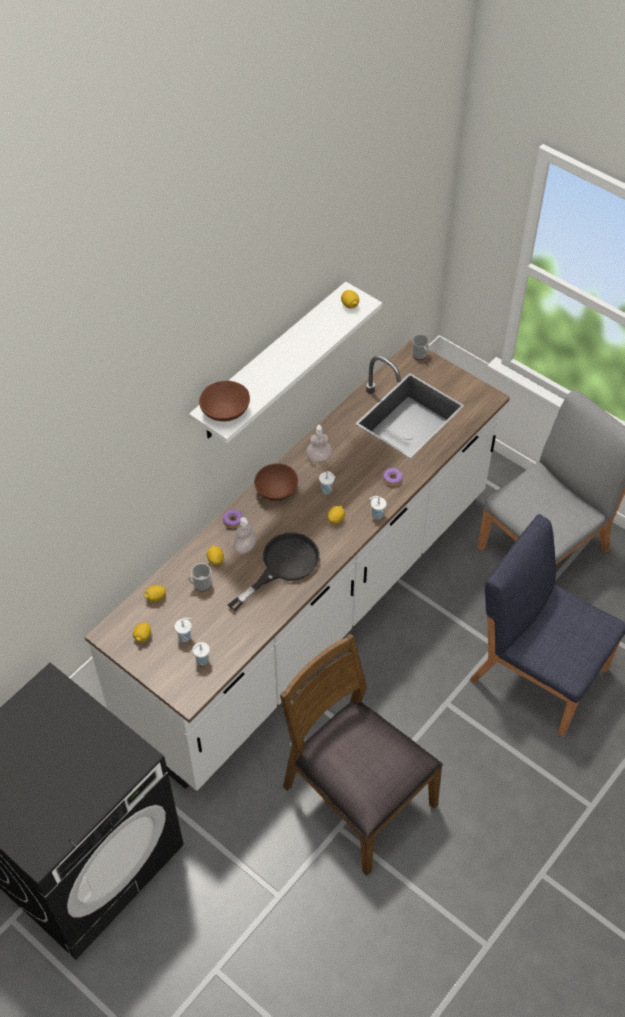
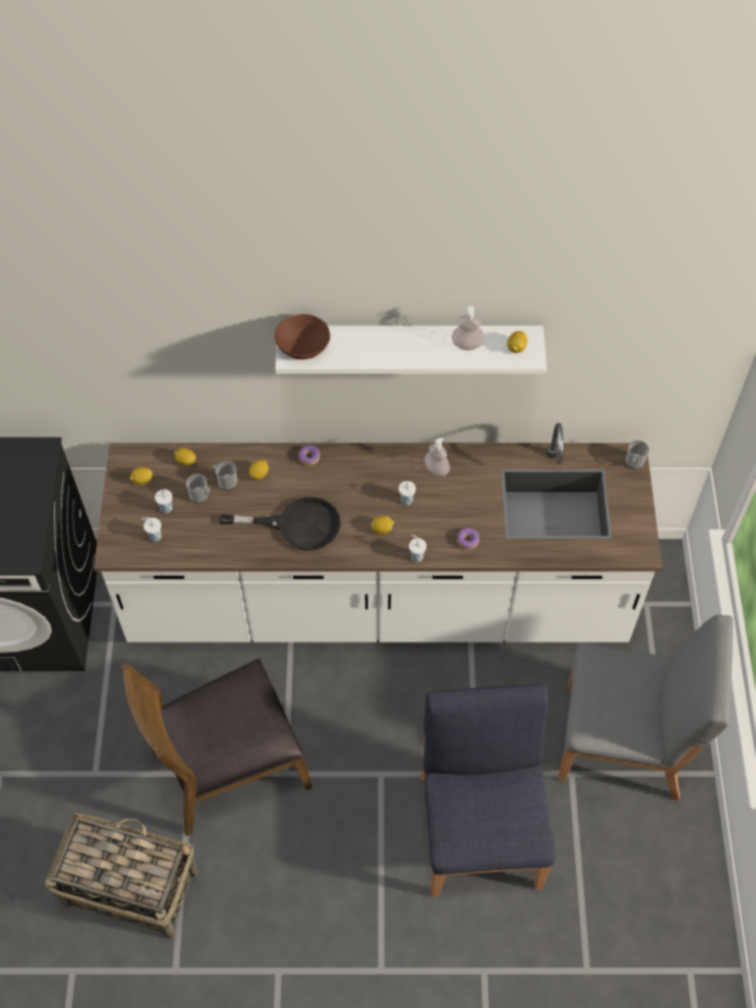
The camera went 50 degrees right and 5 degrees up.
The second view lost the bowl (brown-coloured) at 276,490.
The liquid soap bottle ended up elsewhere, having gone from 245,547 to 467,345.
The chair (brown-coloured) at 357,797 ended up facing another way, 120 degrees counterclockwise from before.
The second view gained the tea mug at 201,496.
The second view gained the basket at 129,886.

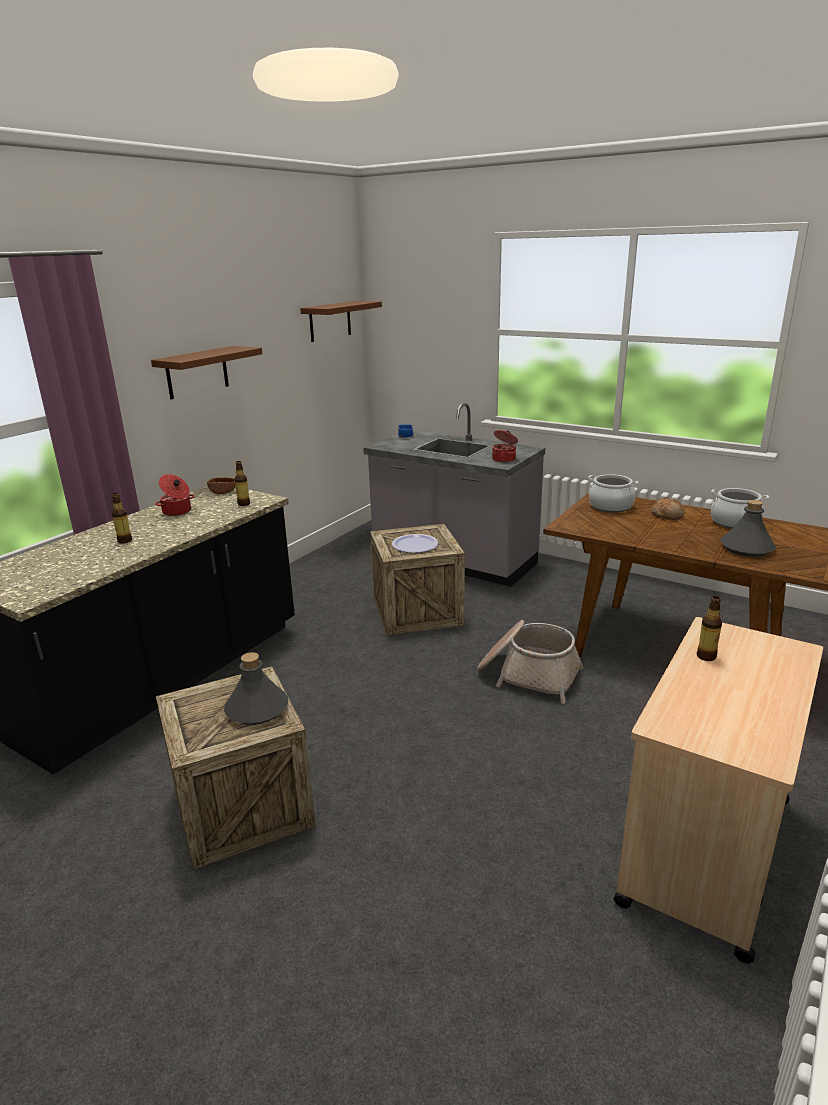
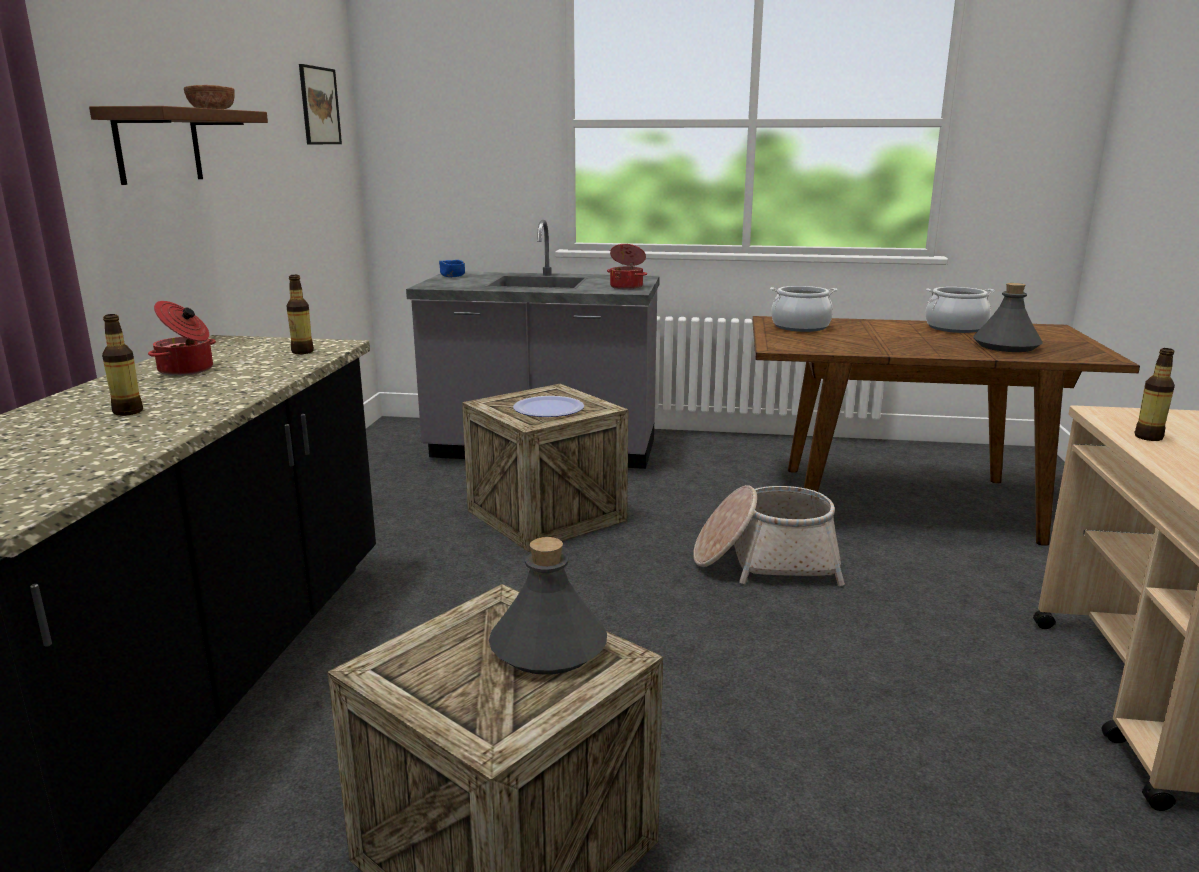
The camera went 25 degrees left and 5 degrees down.
Where the shelf (brown-coloured) hung at 330,321, the wall art came to hang at 319,106.
The bowl (brown-coloured) ended up elsewhere, having gone from 222,492 to 211,109.
The second view lost the baked bread at 667,515.

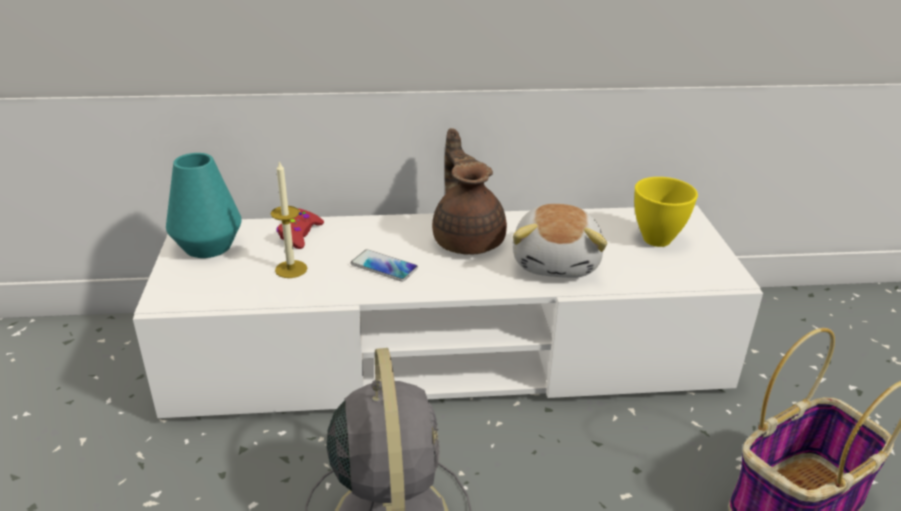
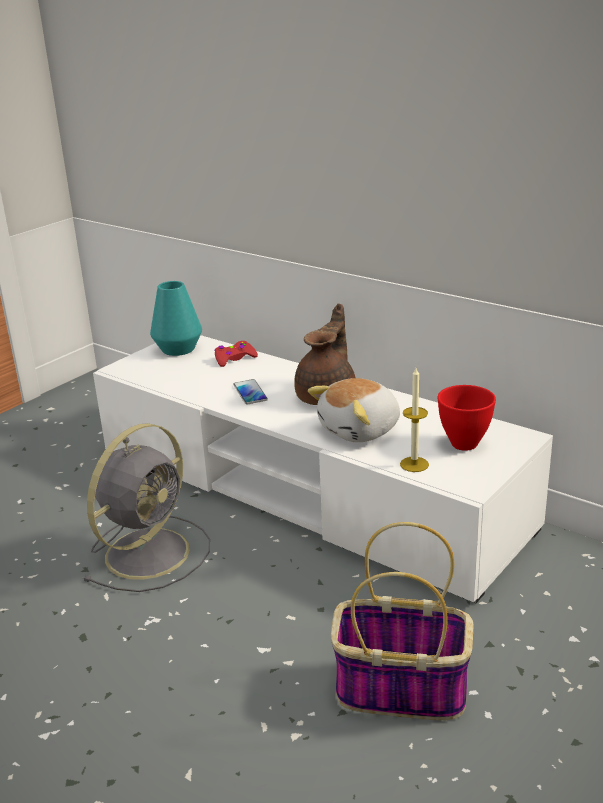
The camera went 45 degrees right and 5 degrees down.
The wax light ended up elsewhere, having gone from 291,269 to 414,464.
What was the bowl (yellowish) at 655,239 turned into the bowl (reddish) at 464,443.

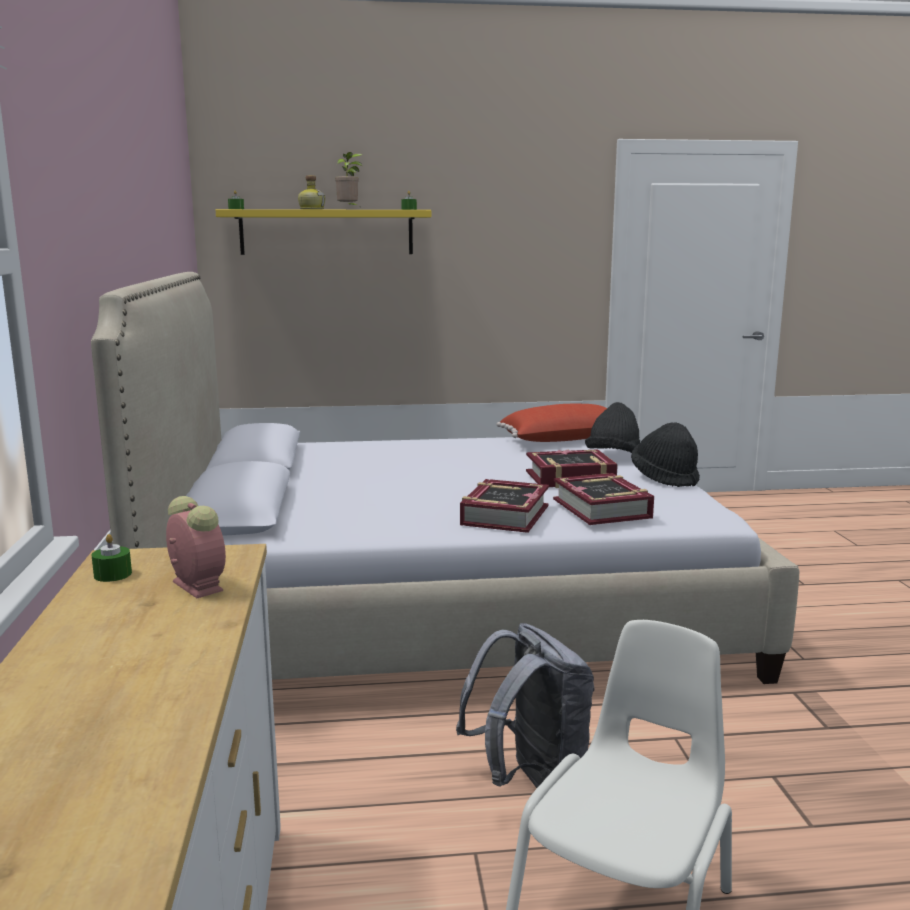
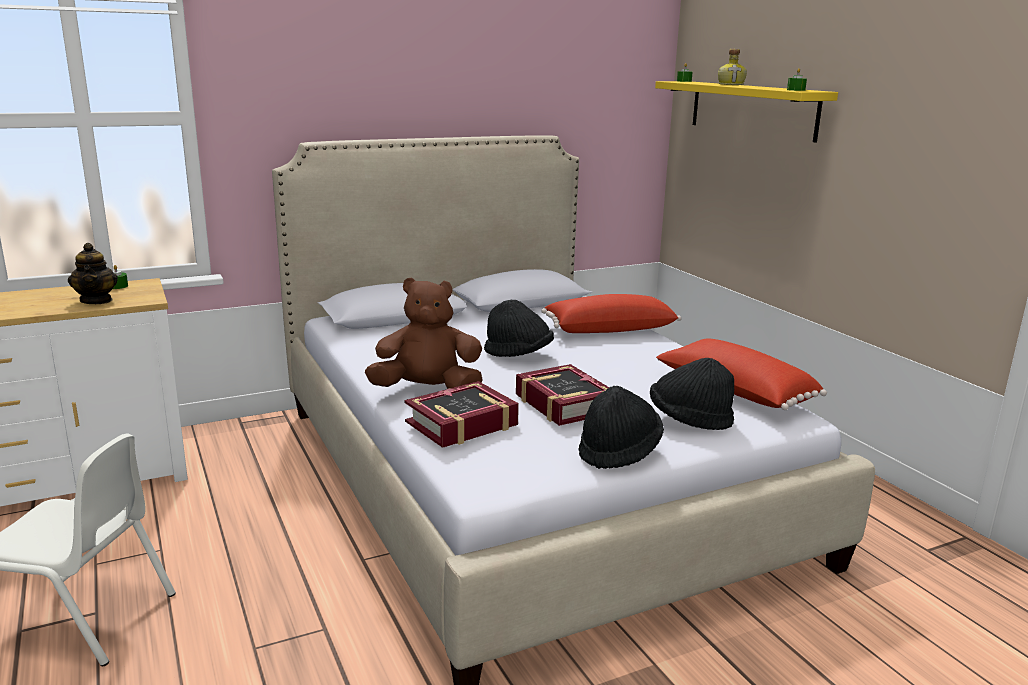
The camera went 70 degrees right and 5 degrees up.
The second view lost the potted plant at 349,209.
Where the volume stood at 504,515, the soft toy (brown-coloured) came to stand at 427,390.
Where the alarm clock stood at 195,585, the teapot came to stand at 96,300.
The second view lost the rucksack (greyish) at 530,782.
The second view gained the throw pillow (reddish) at 609,329.
The second view gained the wearable hat (blackish) at 518,355.

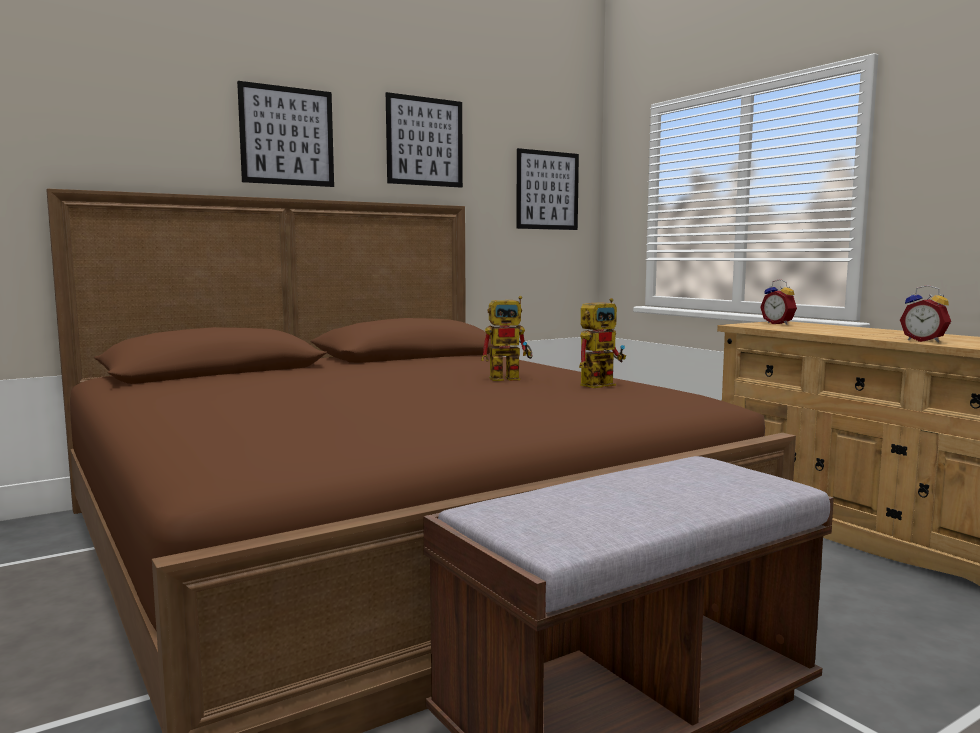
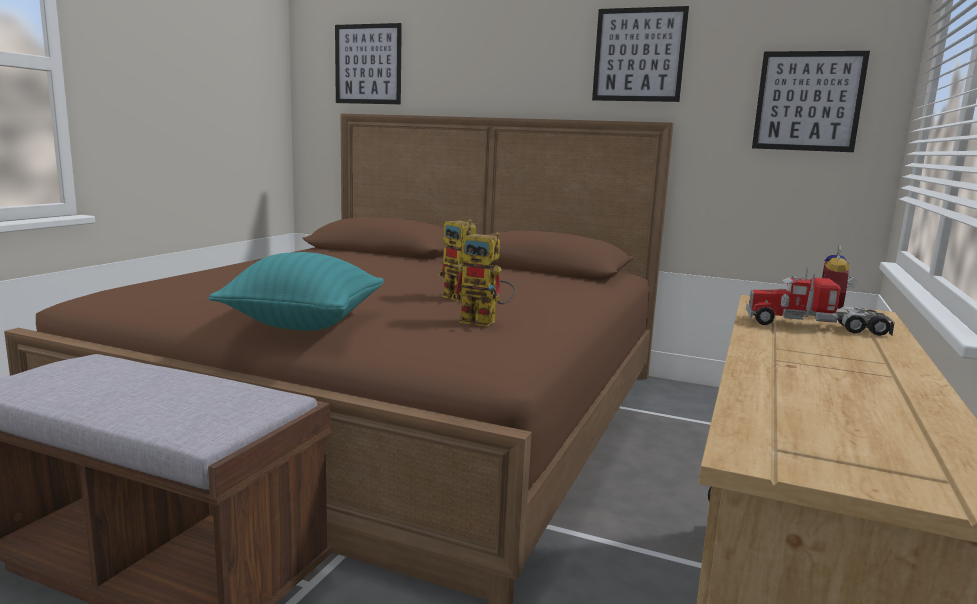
The camera went 55 degrees right and 5 degrees up.
The wall art ended up elsewhere, having gone from 287,136 to 368,64.
The second view lost the alarm clock at 924,341.
The second view gained the throw pillow (turquoise-coloured) at 304,324.
The second view gained the model truck at 816,326.

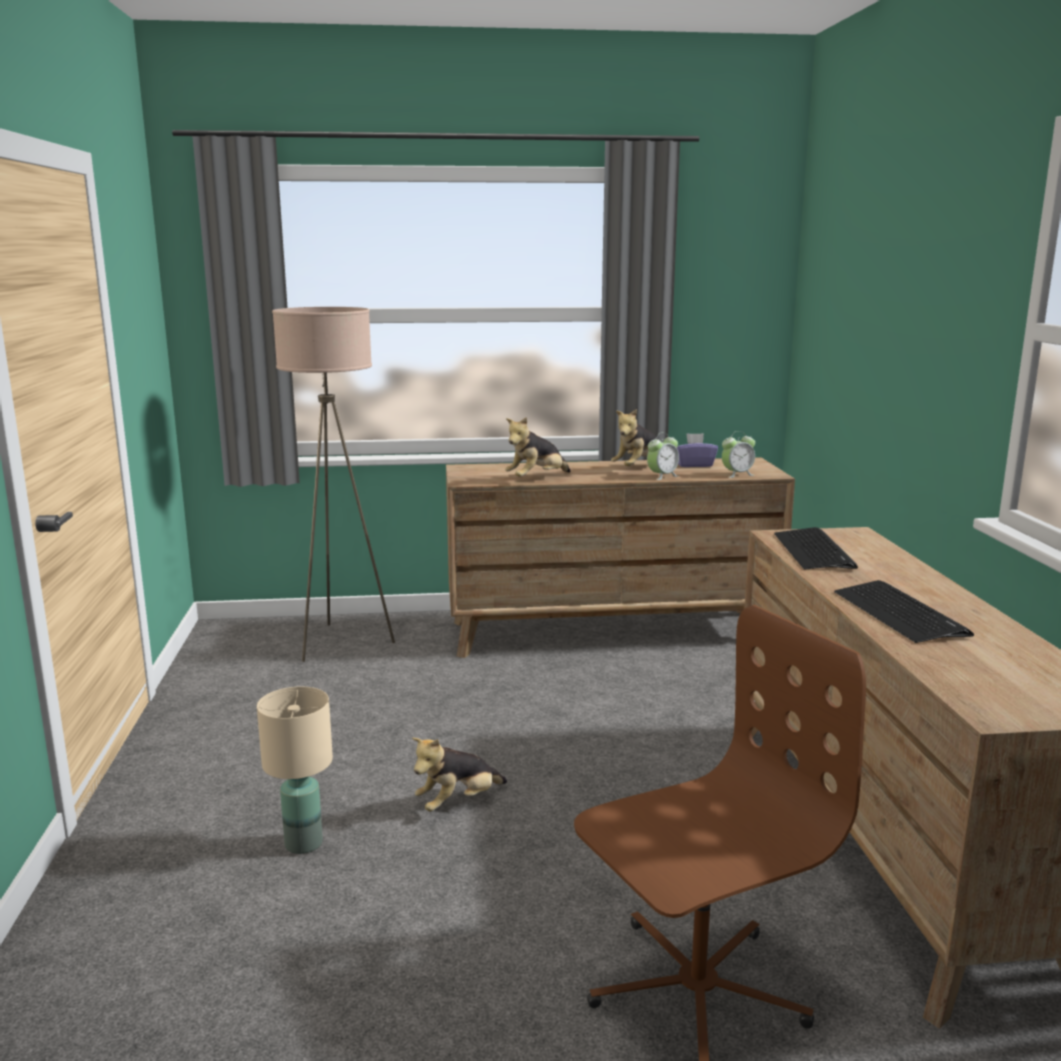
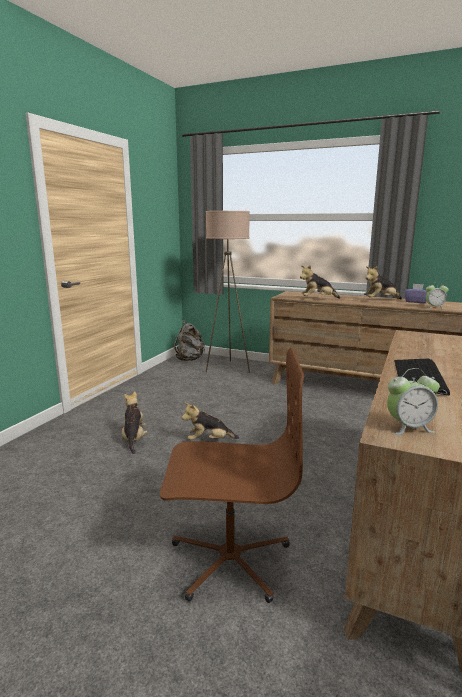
The camera went 30 degrees right and 0 degrees up.
The alarm clock ended up elsewhere, having gone from 662,476 to 408,428.
The second view lost the computer keyboard at 814,551.
Where the table lamp (beige-coloured) stood at 304,844, the soft toy came to stand at 134,438.
The second view gained the rucksack (greyish) at 189,359.

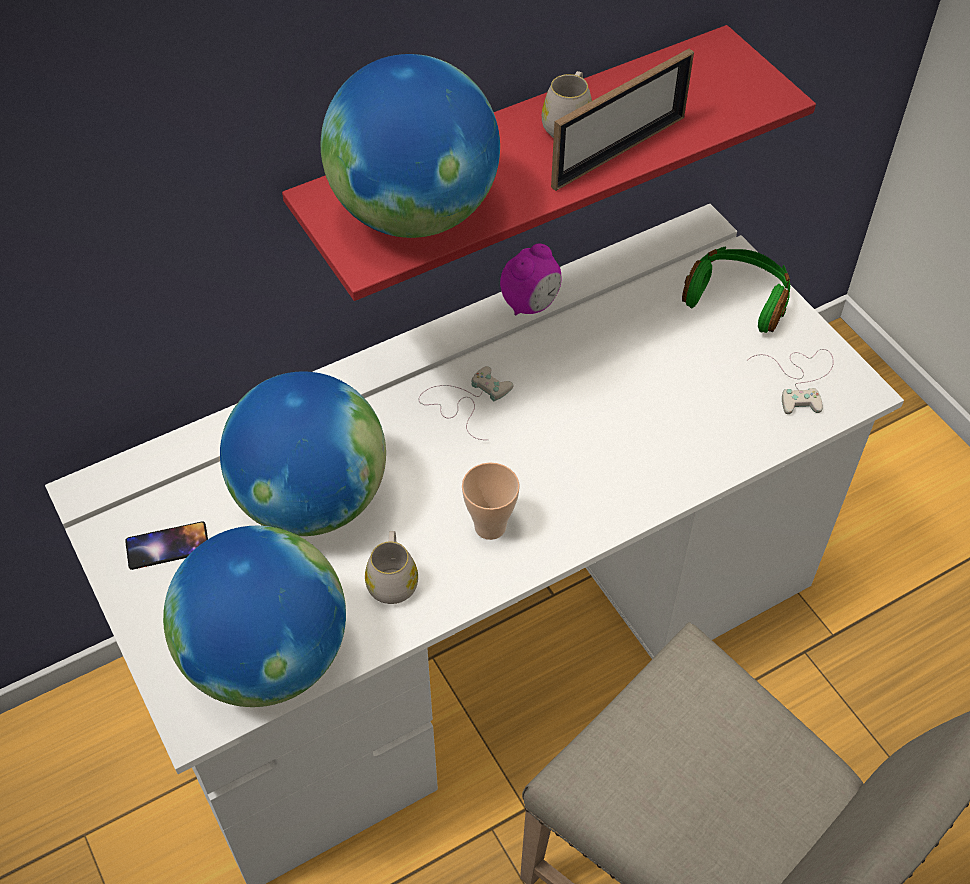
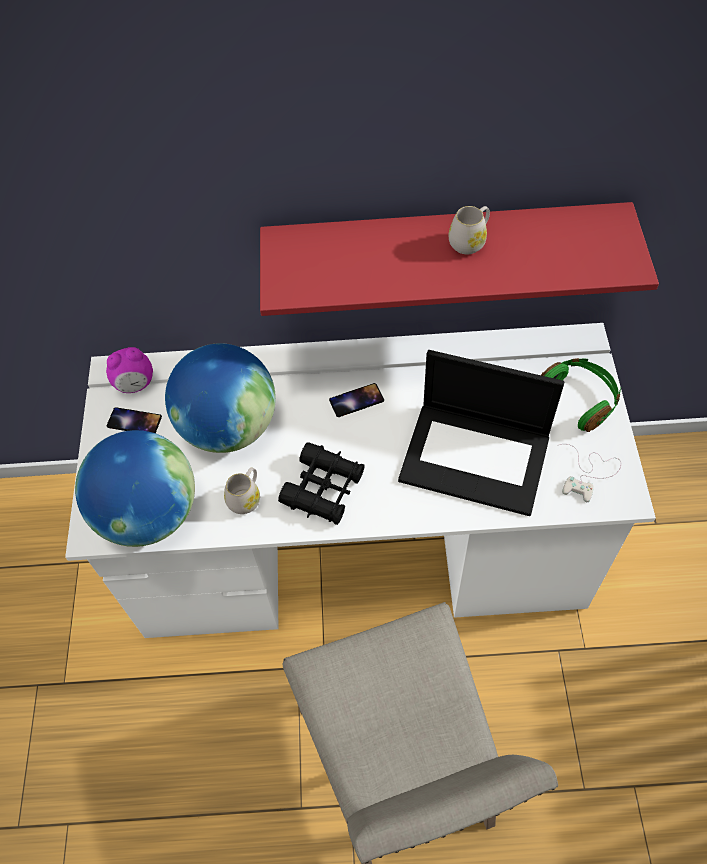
The camera went 30 degrees right and 5 degrees up.
The second view lost the picture frame at 619,151.
The second view lost the world globe at 413,213.
The alarm clock ended up elsewhere, having gone from 531,304 to 135,384.
Where the game controller (white) stood at 465,401, the phone came to stand at 356,400.
Where the cup stood at 490,526, the pair of binoculars (blackish) came to stand at 323,488.
The second view gained the notebook computer at 476,457.

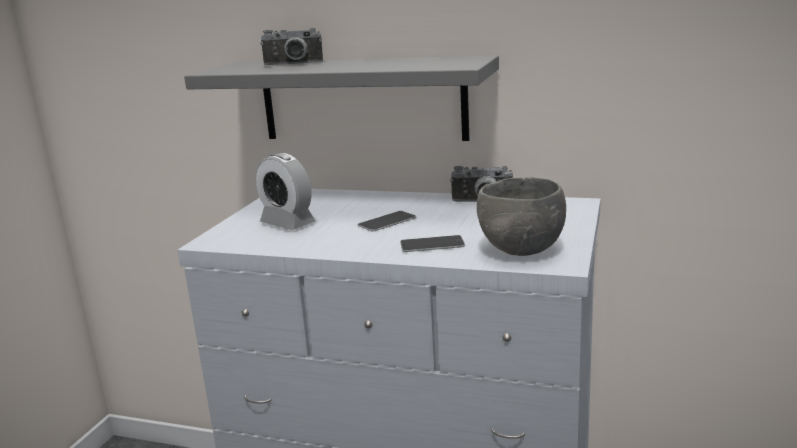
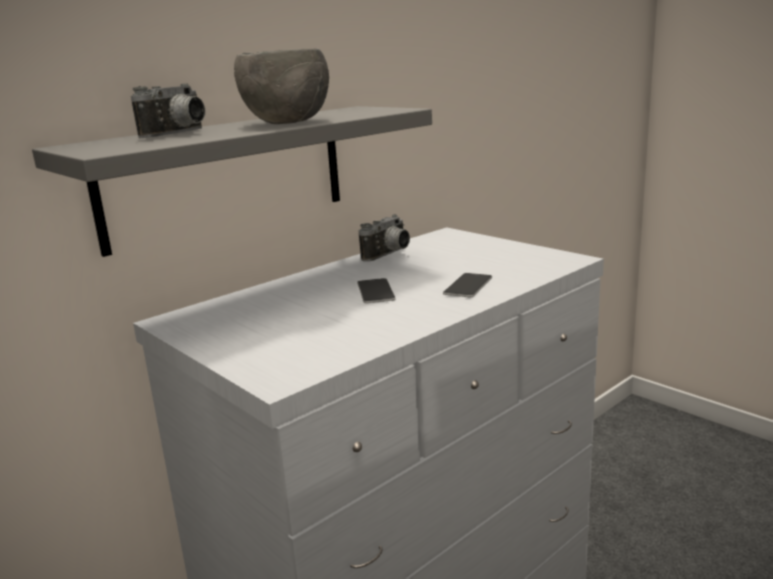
The camera went 60 degrees left and 0 degrees up.
The second view lost the alarm clock at 287,223.
The bowl (greyish) ended up elsewhere, having gone from 520,250 to 287,123.

